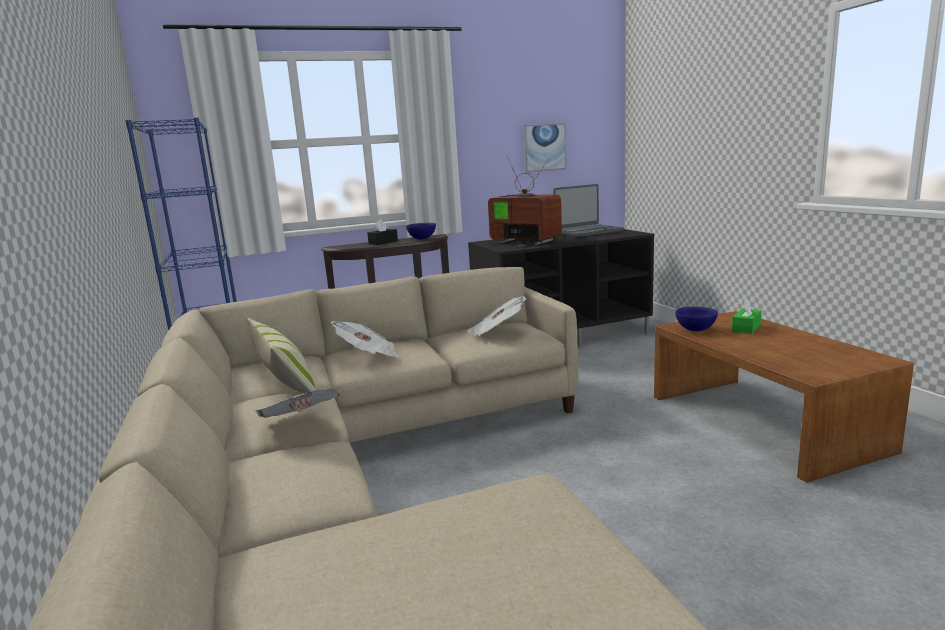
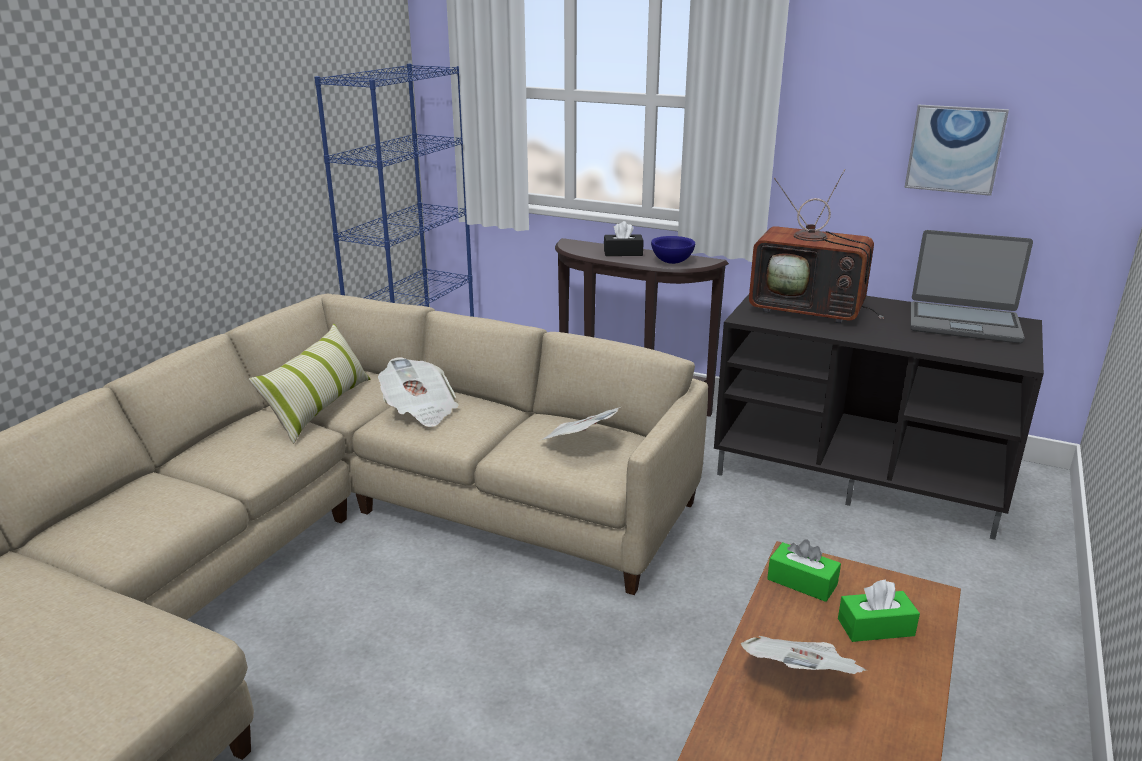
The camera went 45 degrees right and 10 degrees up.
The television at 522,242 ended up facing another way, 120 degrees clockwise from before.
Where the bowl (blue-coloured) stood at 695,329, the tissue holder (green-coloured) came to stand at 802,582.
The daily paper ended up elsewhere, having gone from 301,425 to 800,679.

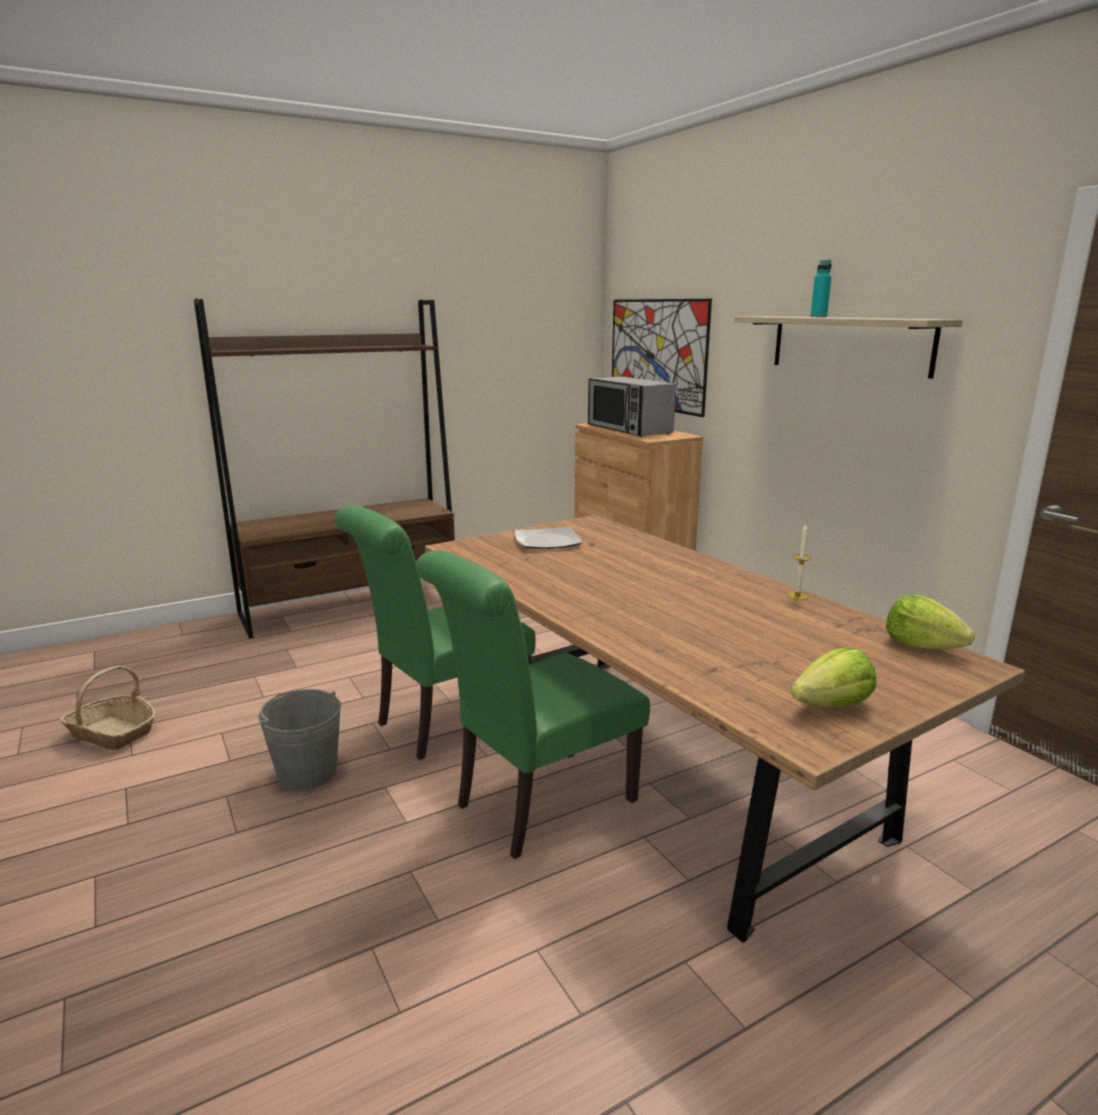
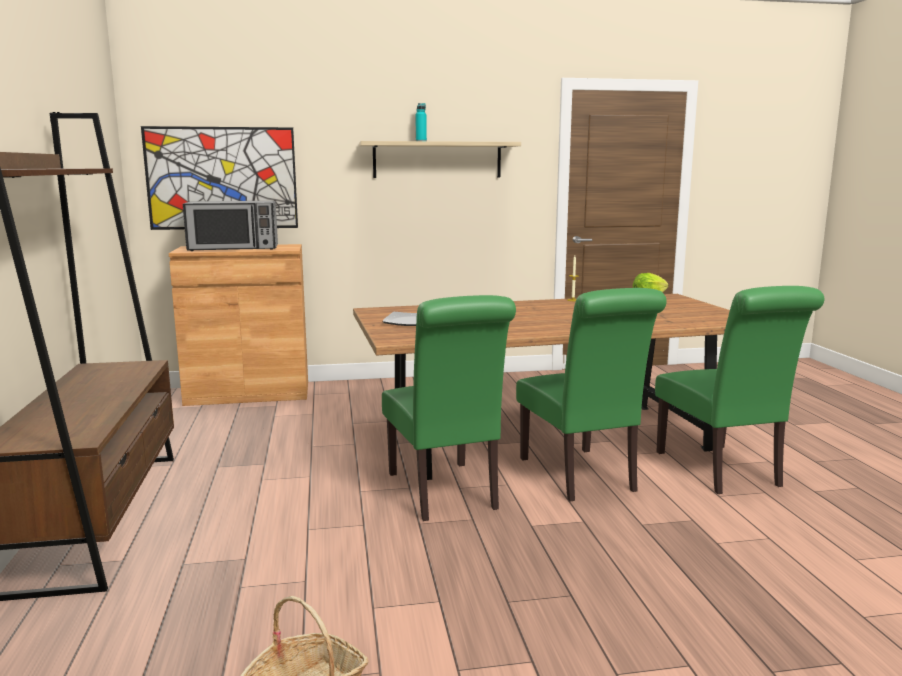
The camera went 70 degrees left and 5 degrees down.
The second view lost the lettuce head at 832,705.
The second view lost the bucket (greyish) at 307,773.
The second view gained the chair (green-coloured) at 722,471.

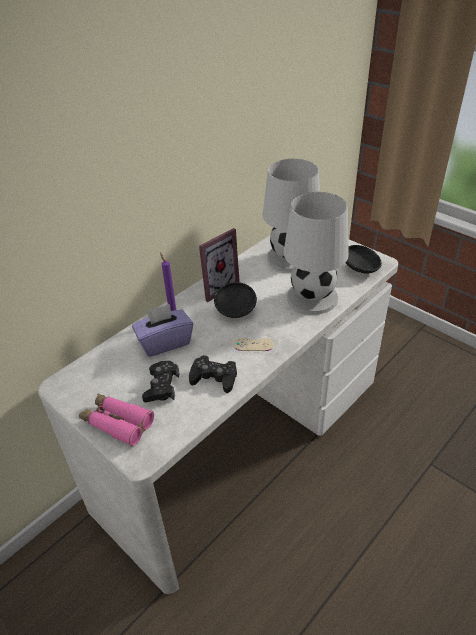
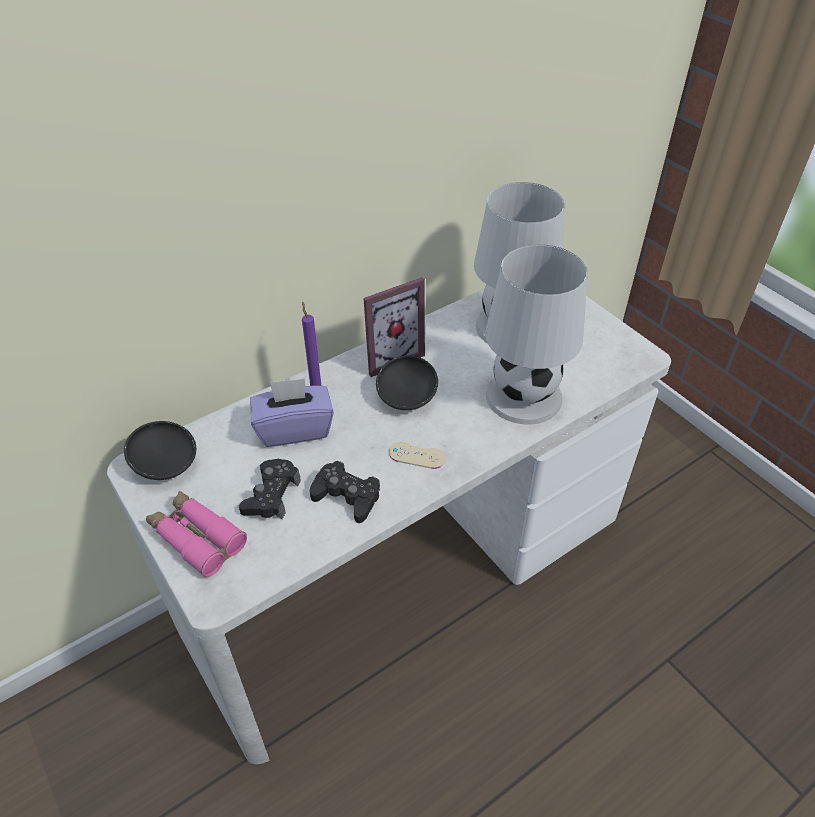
The camera went 10 degrees right and 5 degrees up.
The bowl (blackish) ended up elsewhere, having gone from 361,270 to 166,465.

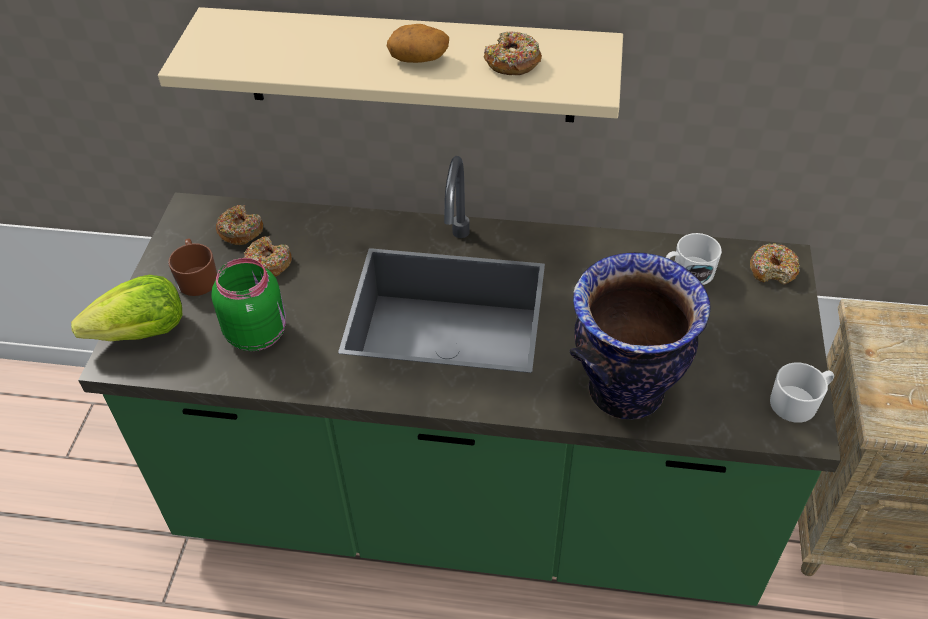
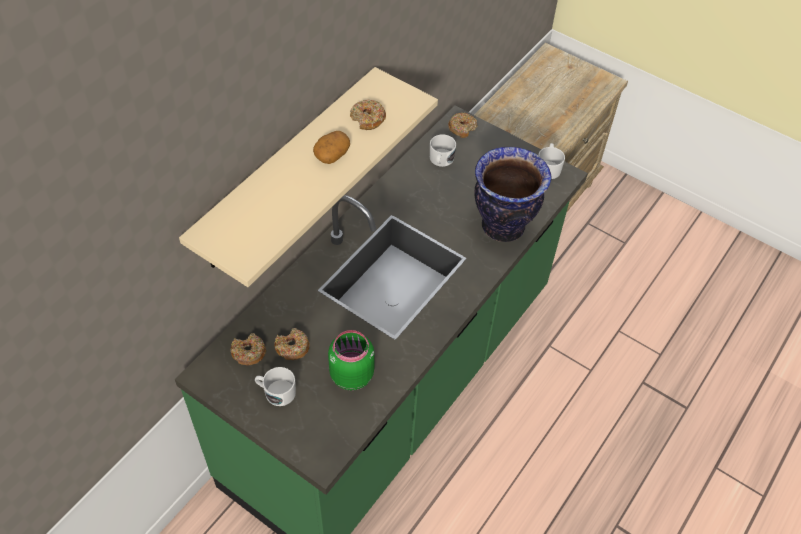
The camera went 65 degrees left and 5 degrees up.
What was the tea mug (brown-coloured) at 197,277 turned into the tea mug (white) at 276,392.
The second view lost the lettuce head at 142,333.

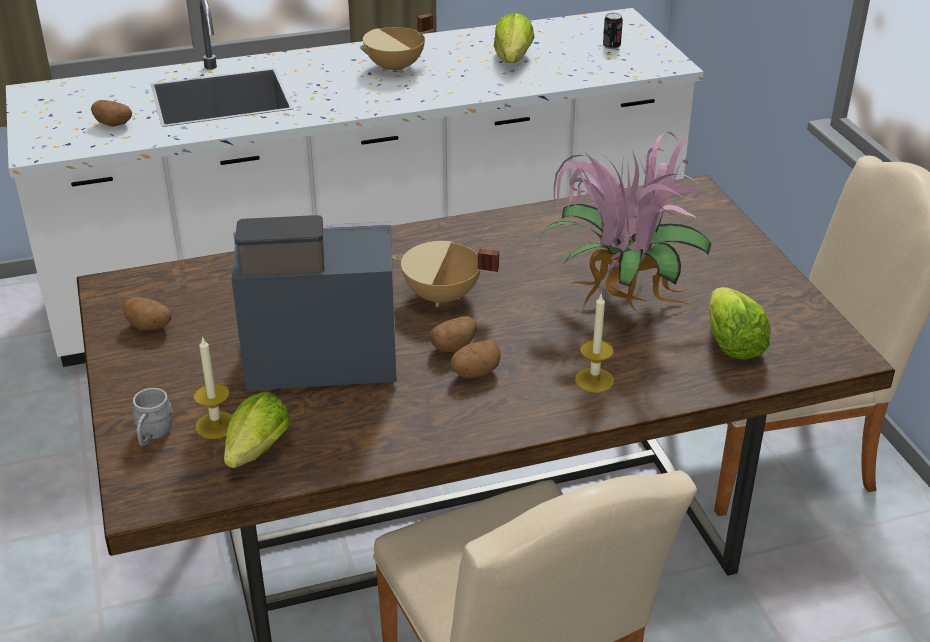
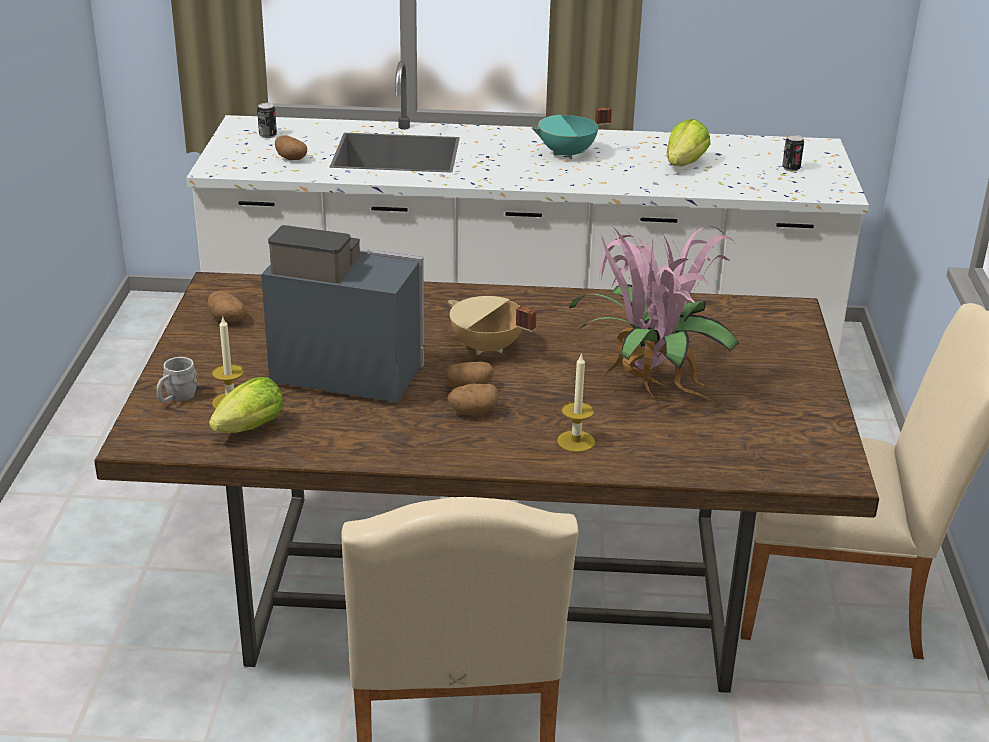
The camera went 20 degrees right and 5 degrees down.
What was the cooking pot (beige-coloured) at 396,68 turned into the cooking pot (turquoise-coloured) at 567,154.
The second view lost the lettuce head at 731,344.
The second view gained the sealed can at 268,135.

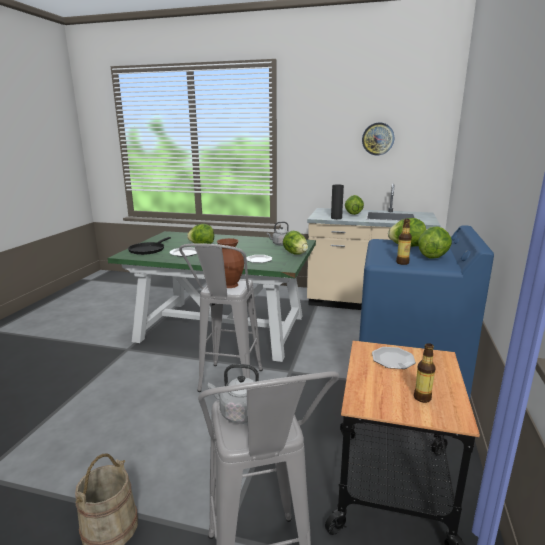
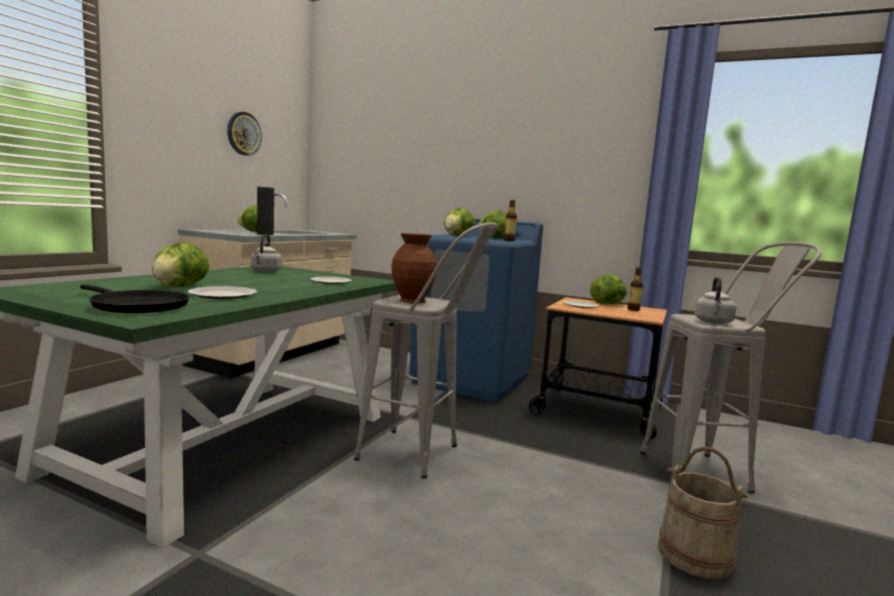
The camera went 80 degrees left and 10 degrees down.
The lettuce head ended up elsewhere, having gone from 295,253 to 608,304.

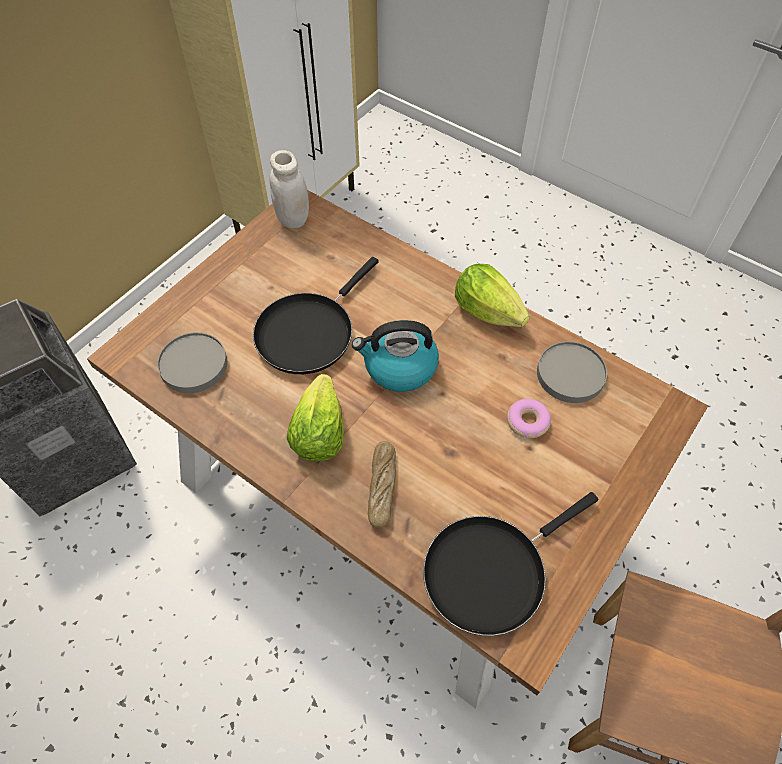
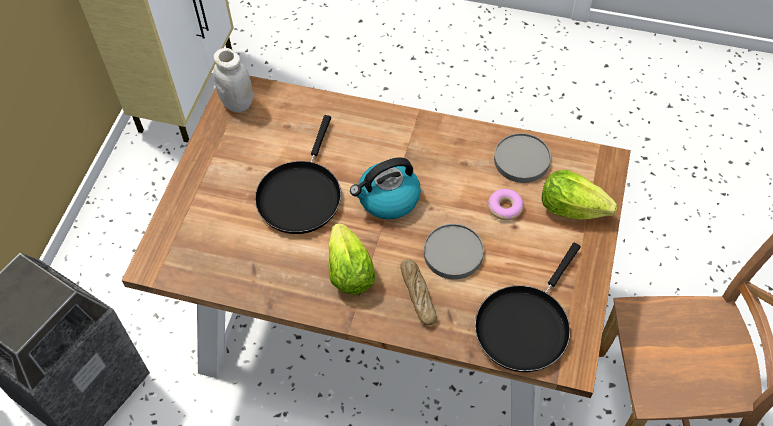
The camera went 20 degrees left and 0 degrees up.
The lettuce head ended up elsewhere, having gone from 487,311 to 571,208.
The plate (greyish) ended up elsewhere, having gone from 193,364 to 452,253.

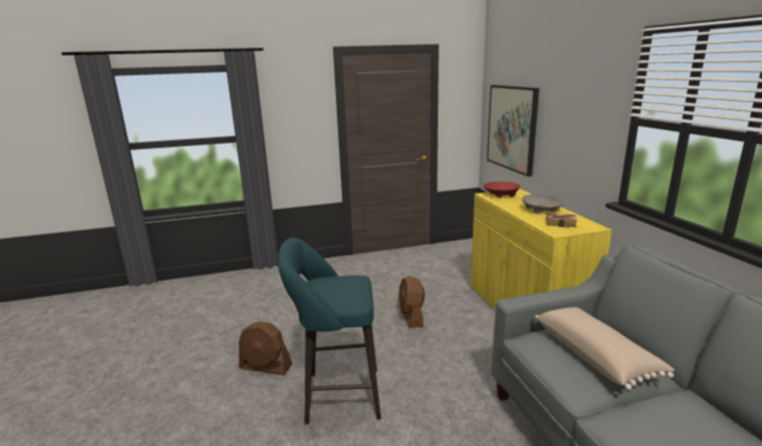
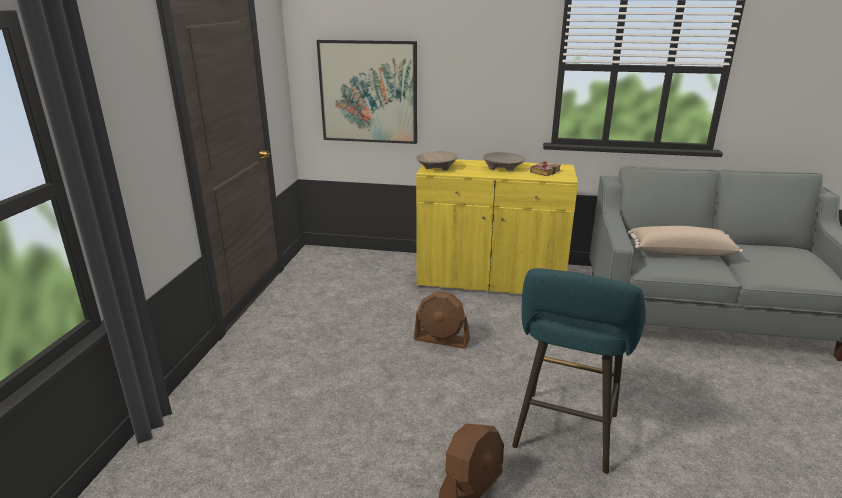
The camera went 65 degrees left and 5 degrees up.
What was the bowl (reddish) at 501,194 turned into the bowl (beige-coloured) at 436,167.

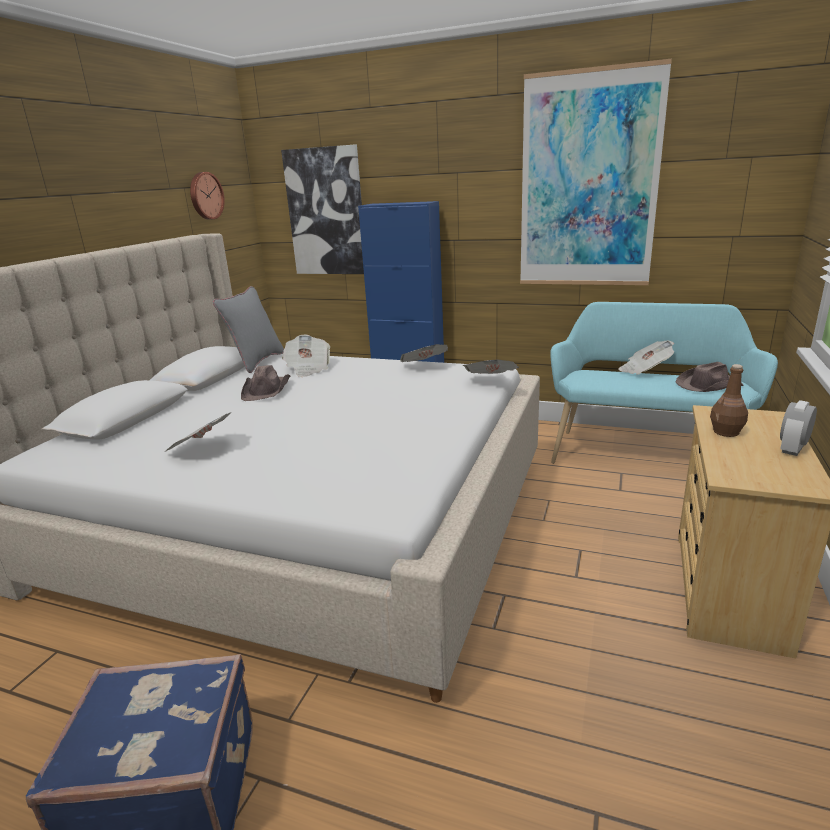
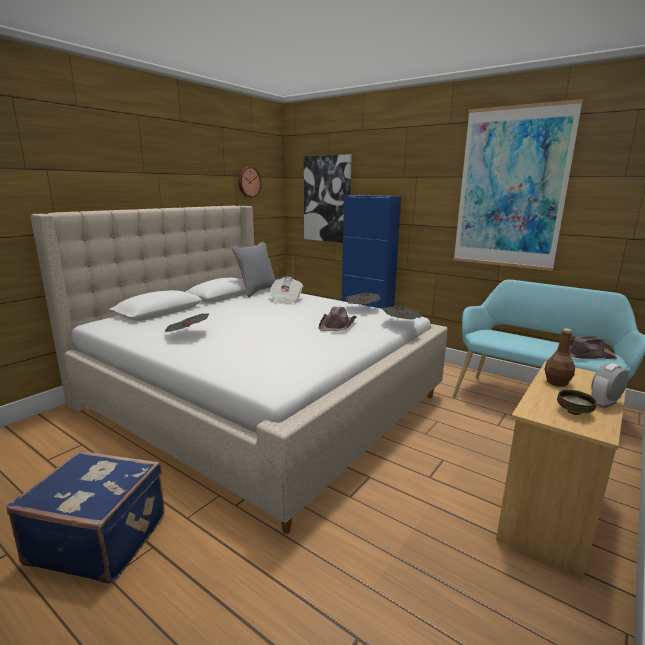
The camera went 15 degrees right and 5 degrees down.
The second view lost the daily paper at 644,370.
The wearable hat (brown-coloured) ended up elsewhere, having gone from 267,390 to 337,325.
The second view gained the bowl at 573,412.

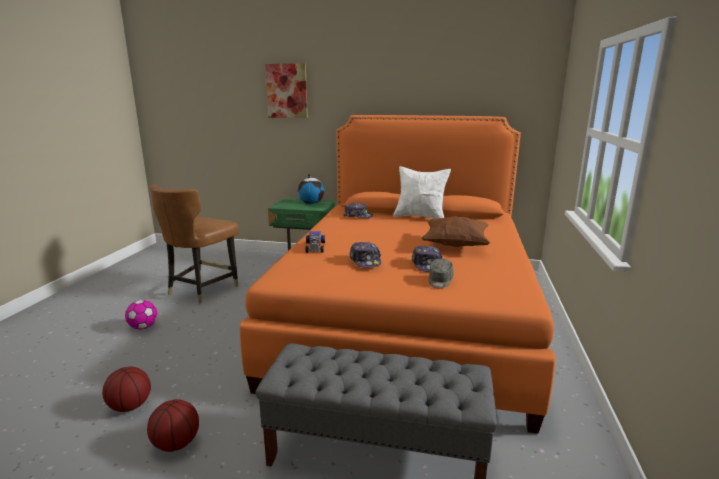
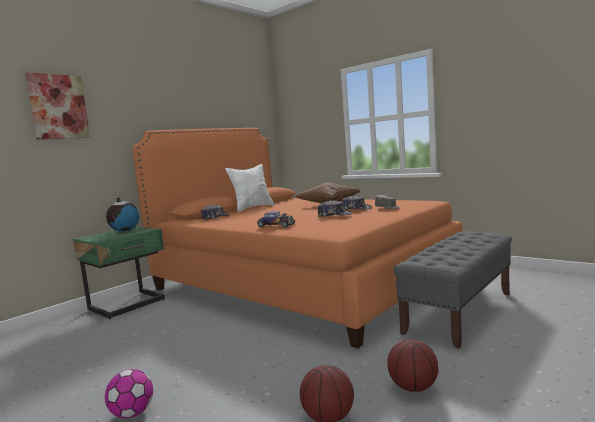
The camera went 60 degrees left and 10 degrees down.
The second view lost the chair (brown-coloured) at 202,289.

